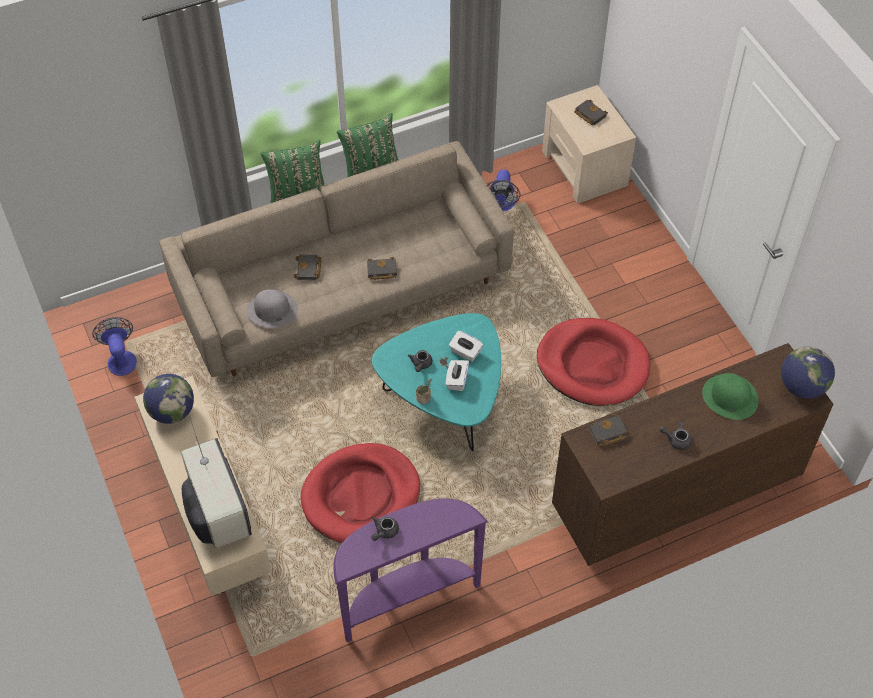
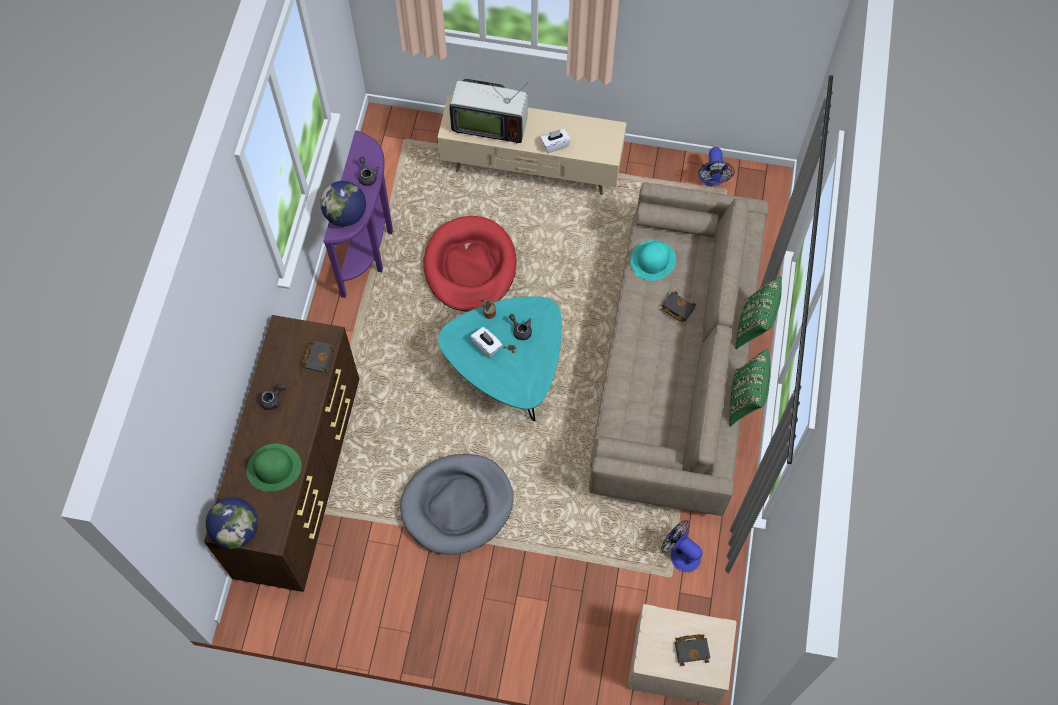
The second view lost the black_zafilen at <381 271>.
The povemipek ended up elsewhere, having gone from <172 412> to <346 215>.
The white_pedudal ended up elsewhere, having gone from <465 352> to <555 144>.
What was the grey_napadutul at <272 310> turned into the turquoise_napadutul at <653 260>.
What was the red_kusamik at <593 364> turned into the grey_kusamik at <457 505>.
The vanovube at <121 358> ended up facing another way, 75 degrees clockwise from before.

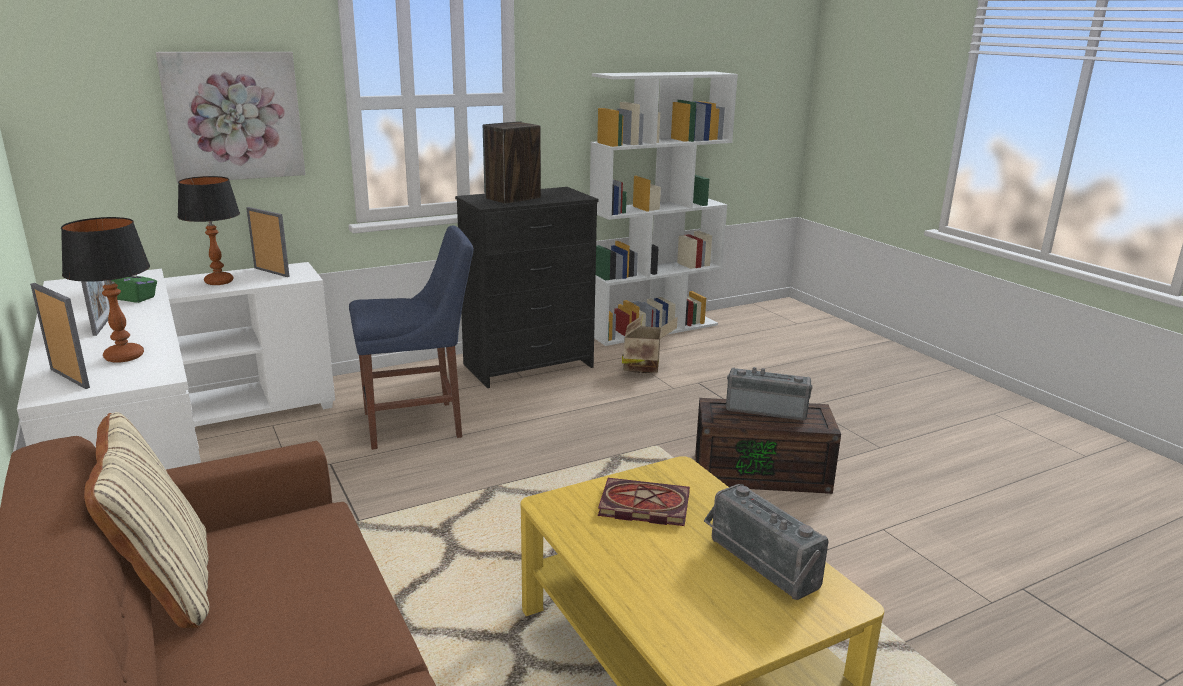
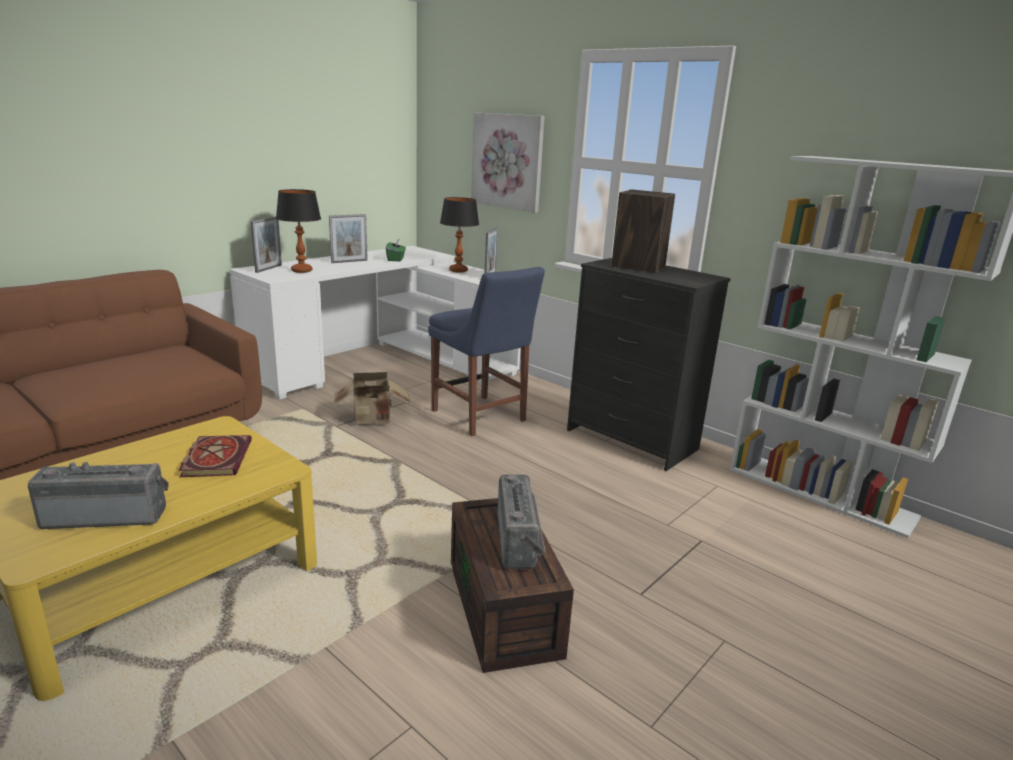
The second view lost the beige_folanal at <166 586>.
The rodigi ended up elsewhere, having gone from <645 366> to <373 420>.
The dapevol at <758 566> ended up facing another way, 45 degrees clockwise from before.

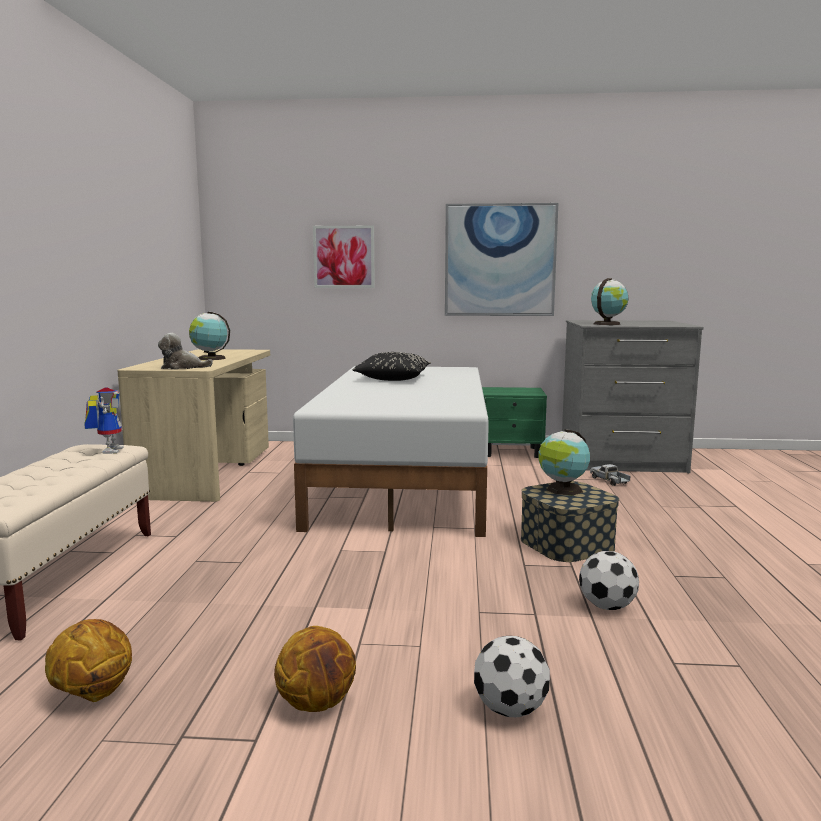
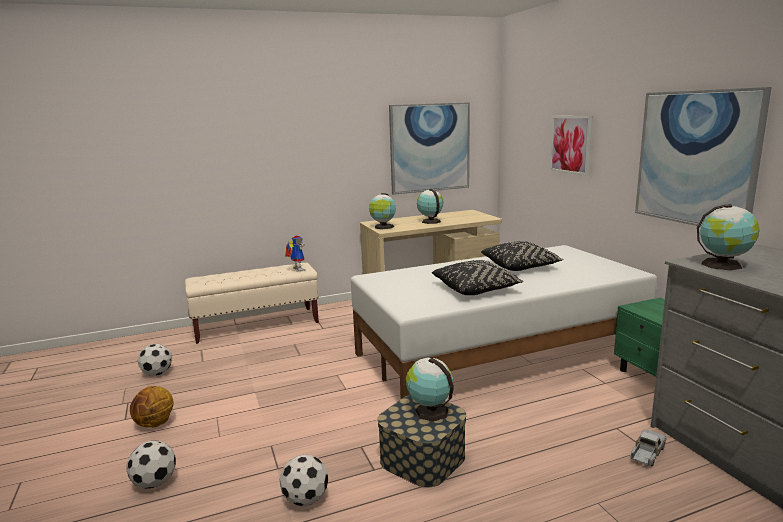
The second view gained the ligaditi at <430 148>.
The second view gained the black_folanal at <476 289>.
Where the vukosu stood at <92 694>, the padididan came to stand at <157 373>.
Where the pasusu stood at <182 367>, the povemipek came to stand at <383 227>.
The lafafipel at <109 450> ended up facing another way, 90 degrees counterclockwise from before.

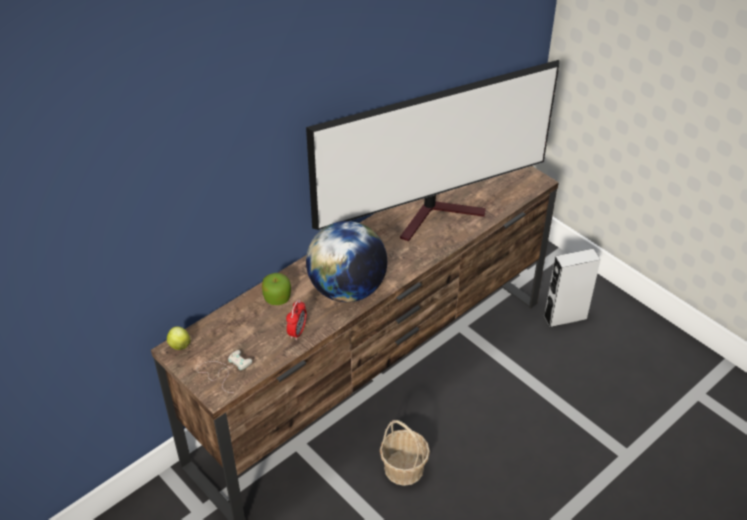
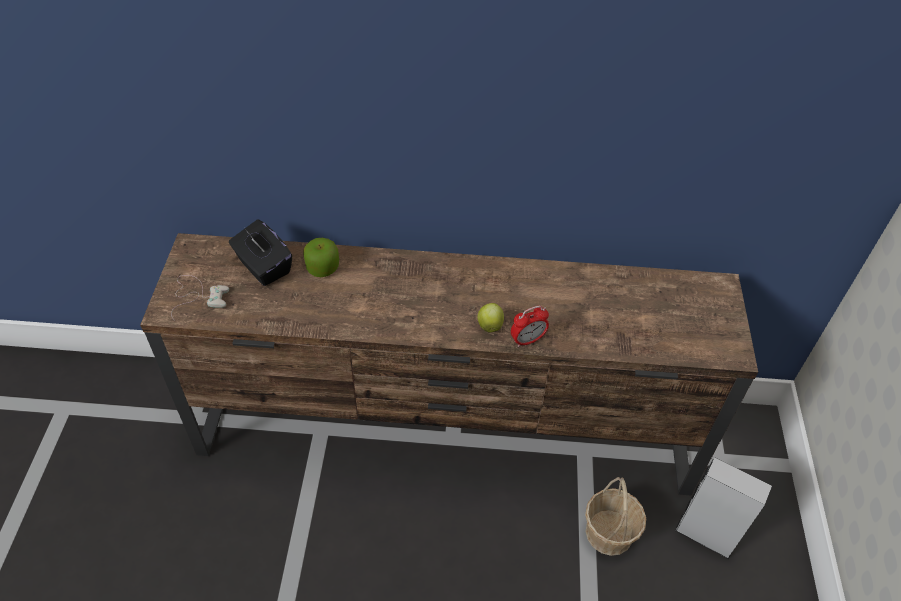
The second view lost the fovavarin at <438 214>.
The second view lost the povemipek at <347 289>.
The second view gained the black_pedudal at <263 266>.
The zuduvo ended up elsewhere, having gone from <179 345> to <490 325>.
The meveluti ended up elsewhere, having gone from <297 332> to <527 340>.
The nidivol ended up elsewhere, having gone from <404 468> to <609 532>.

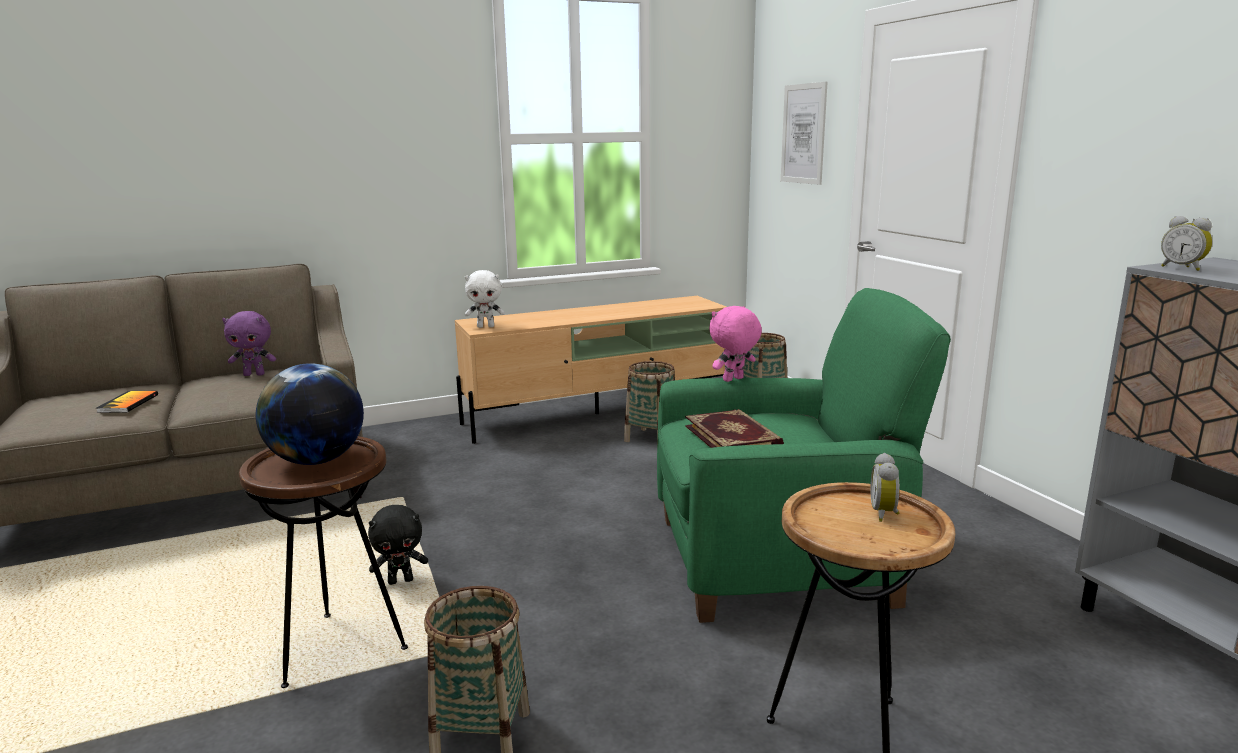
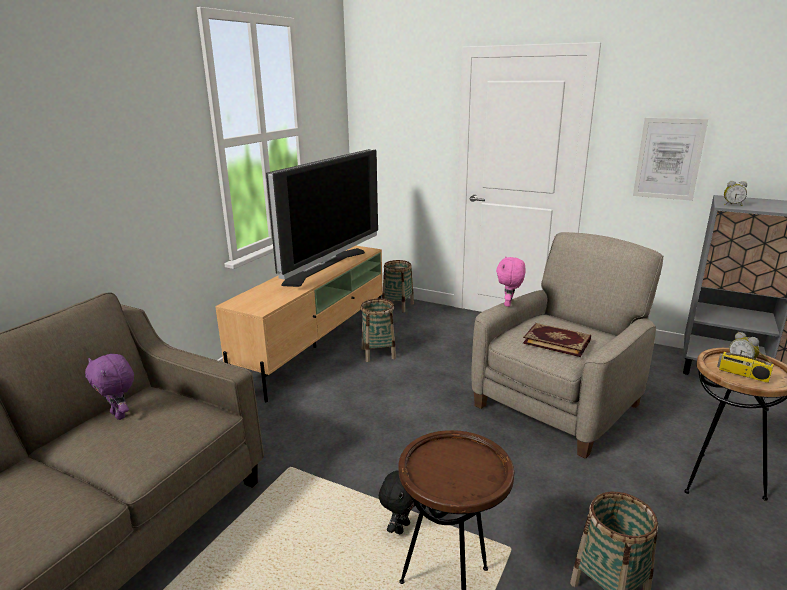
The second view lost the zafilen at <128 403>.
The second view lost the povemipek at <317 461>.
The second view lost the white_pasusu at <486 326>.
The second view gained the fovavarin at <326 266>.
The second view gained the dapevol at <742 374>.
The ligaditi ended up elsewhere, having gone from <803 134> to <668 159>.
What was the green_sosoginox at <777 560> turned into the beige_sosoginox at <558 404>.
The purple_pasusu at <254 374> ended up facing another way, 90 degrees clockwise from before.

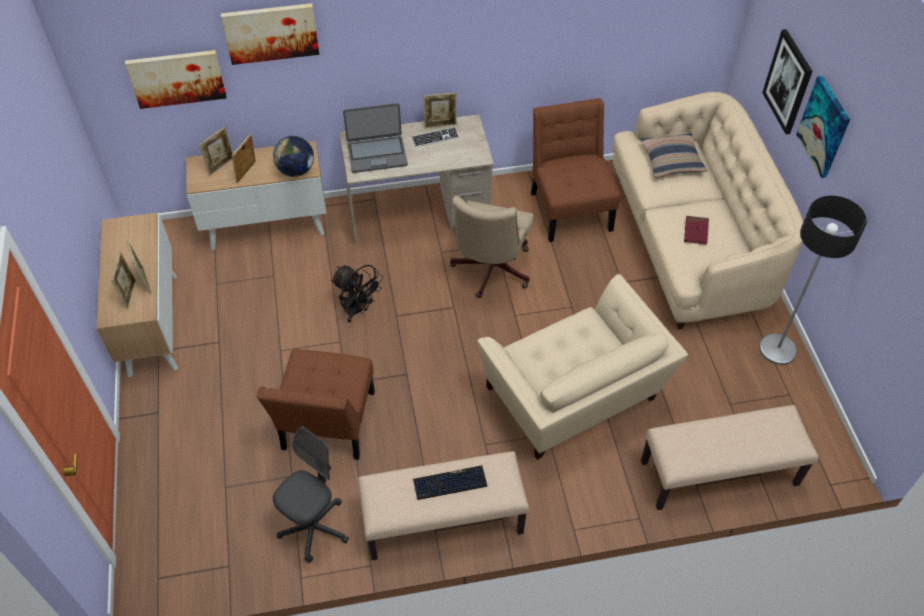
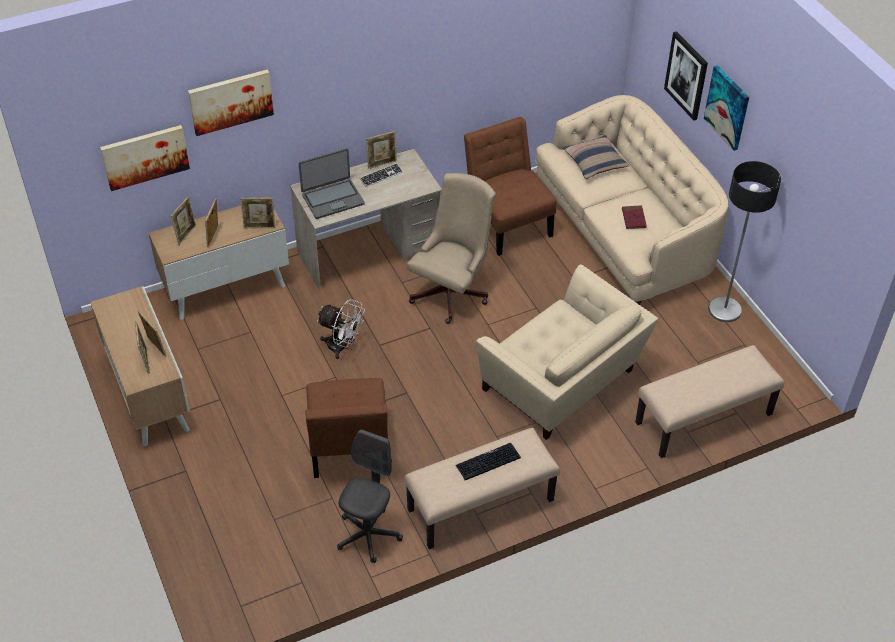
Where the povemipek stood at <296 170>, the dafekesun came to stand at <260 227>.
What was the black_vanovube at <358 310> turned into the white_vanovube at <342 347>.
The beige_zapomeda at <489 272> ended up facing another way, 150 degrees counterclockwise from before.

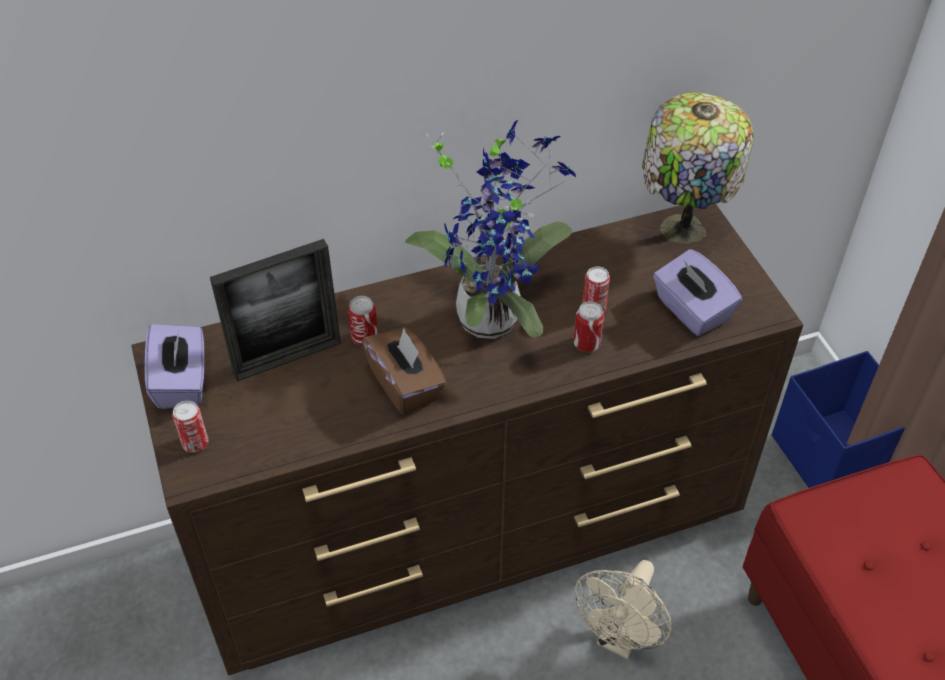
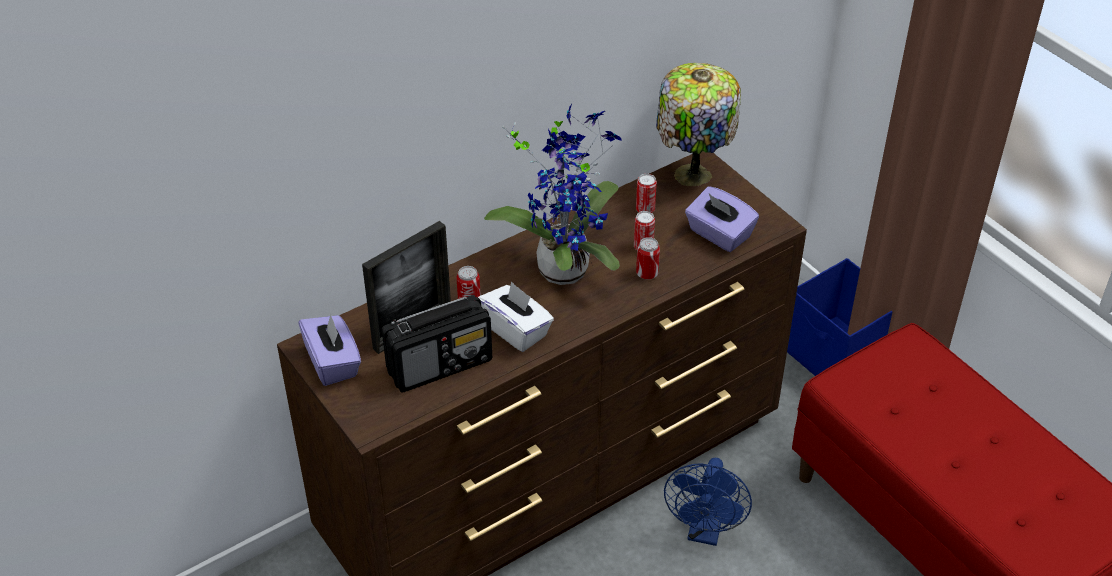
The second view gained the dapevol at <440 365>.
The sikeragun ended up elsewhere, having gone from <195 443> to <645 209>.
What was the brown_pedudal at <406 385> turned into the white_pedudal at <516 330>.
What was the beige_vanovube at <620 638> turned into the blue_vanovube at <705 531>.

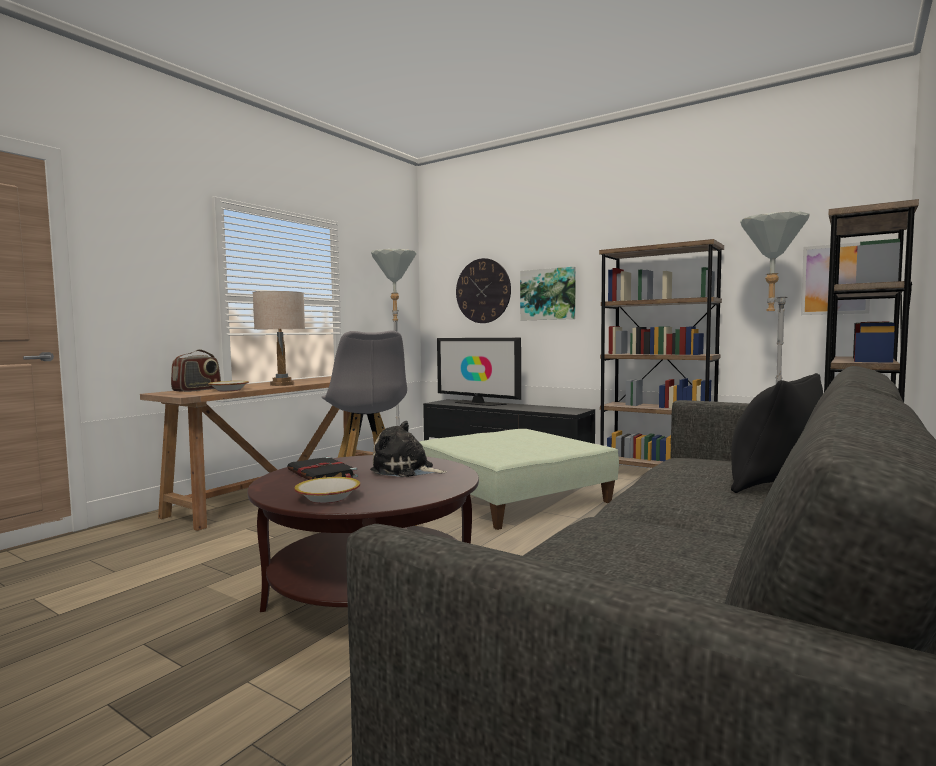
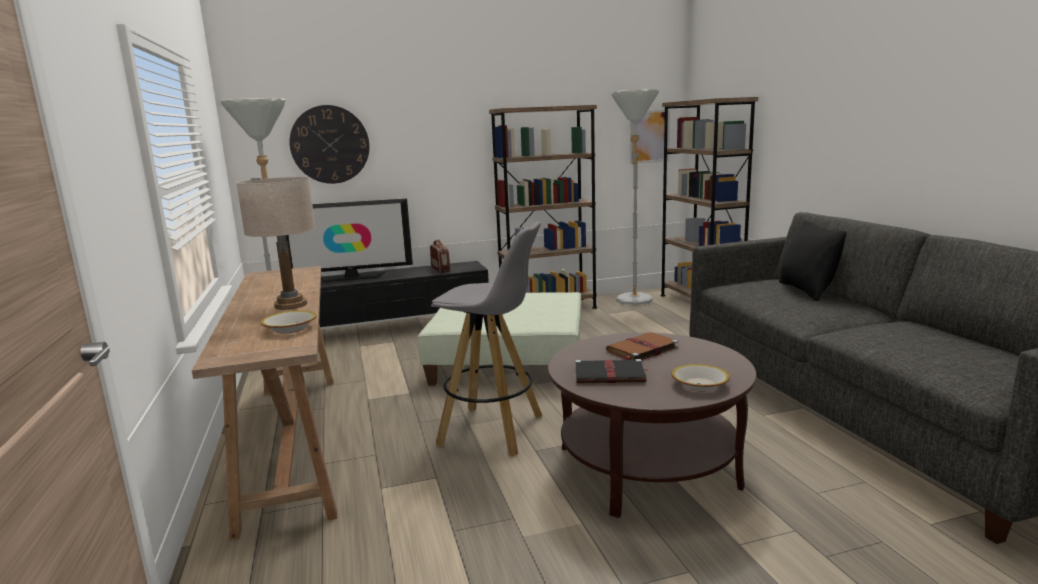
The second view lost the ligaditi at <548 294>.
The dapevol ended up elsewhere, having gone from <197 390> to <441 270>.
Where the pasusu stood at <405 470>, the brown_zafilen came to stand at <641 350>.

